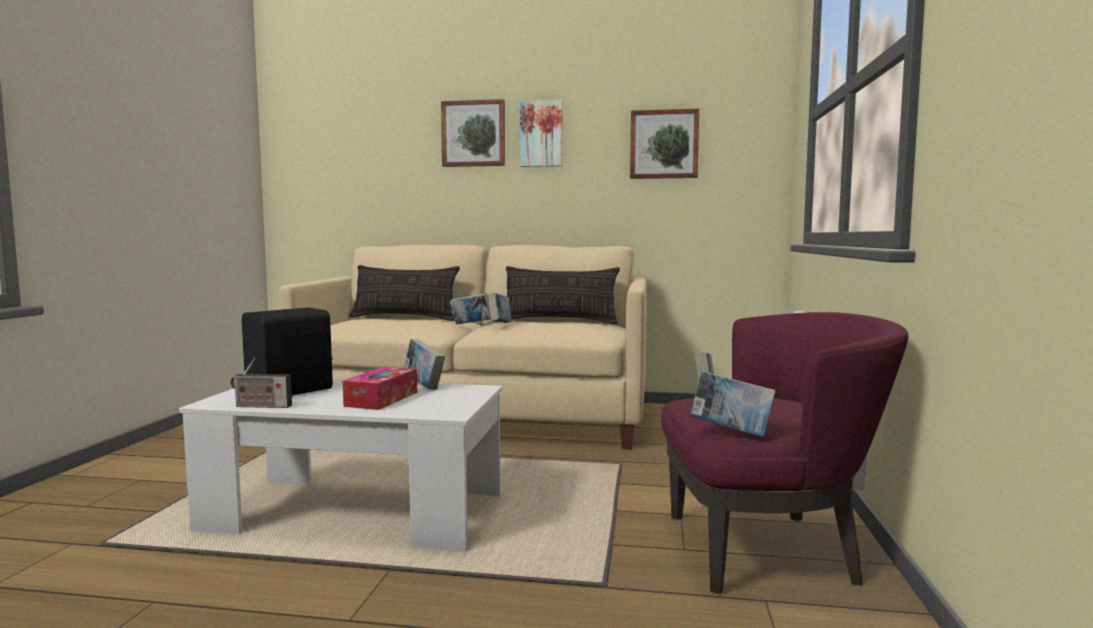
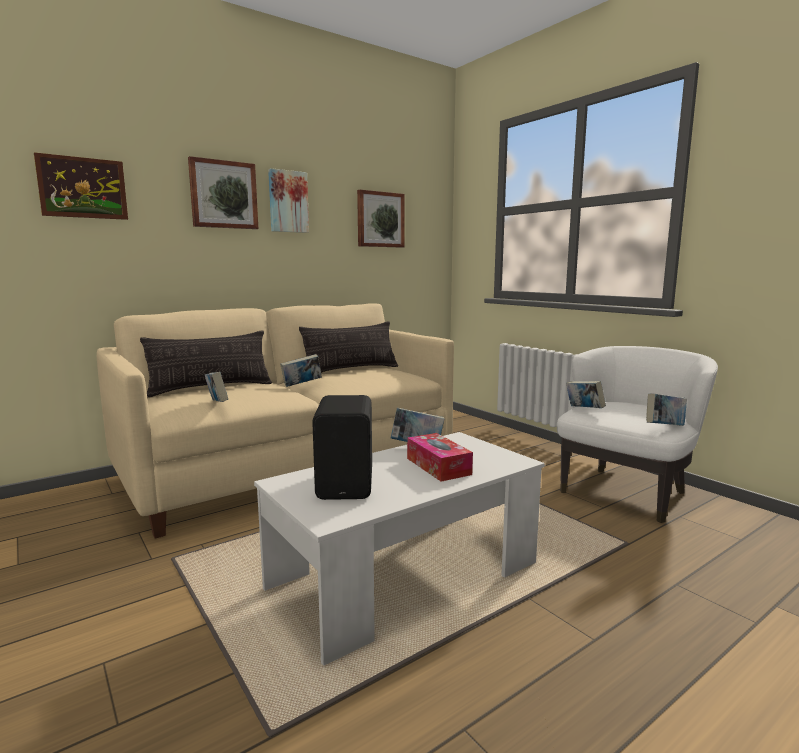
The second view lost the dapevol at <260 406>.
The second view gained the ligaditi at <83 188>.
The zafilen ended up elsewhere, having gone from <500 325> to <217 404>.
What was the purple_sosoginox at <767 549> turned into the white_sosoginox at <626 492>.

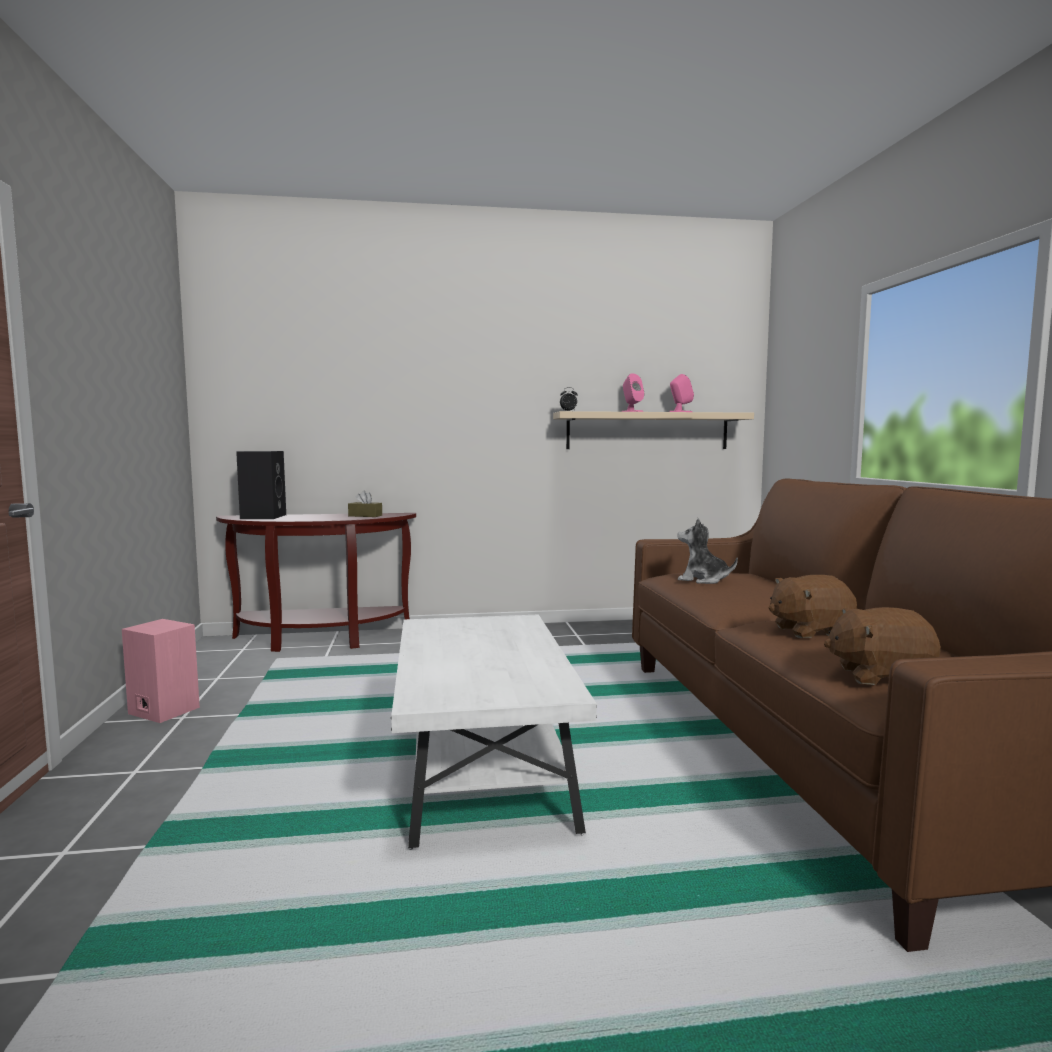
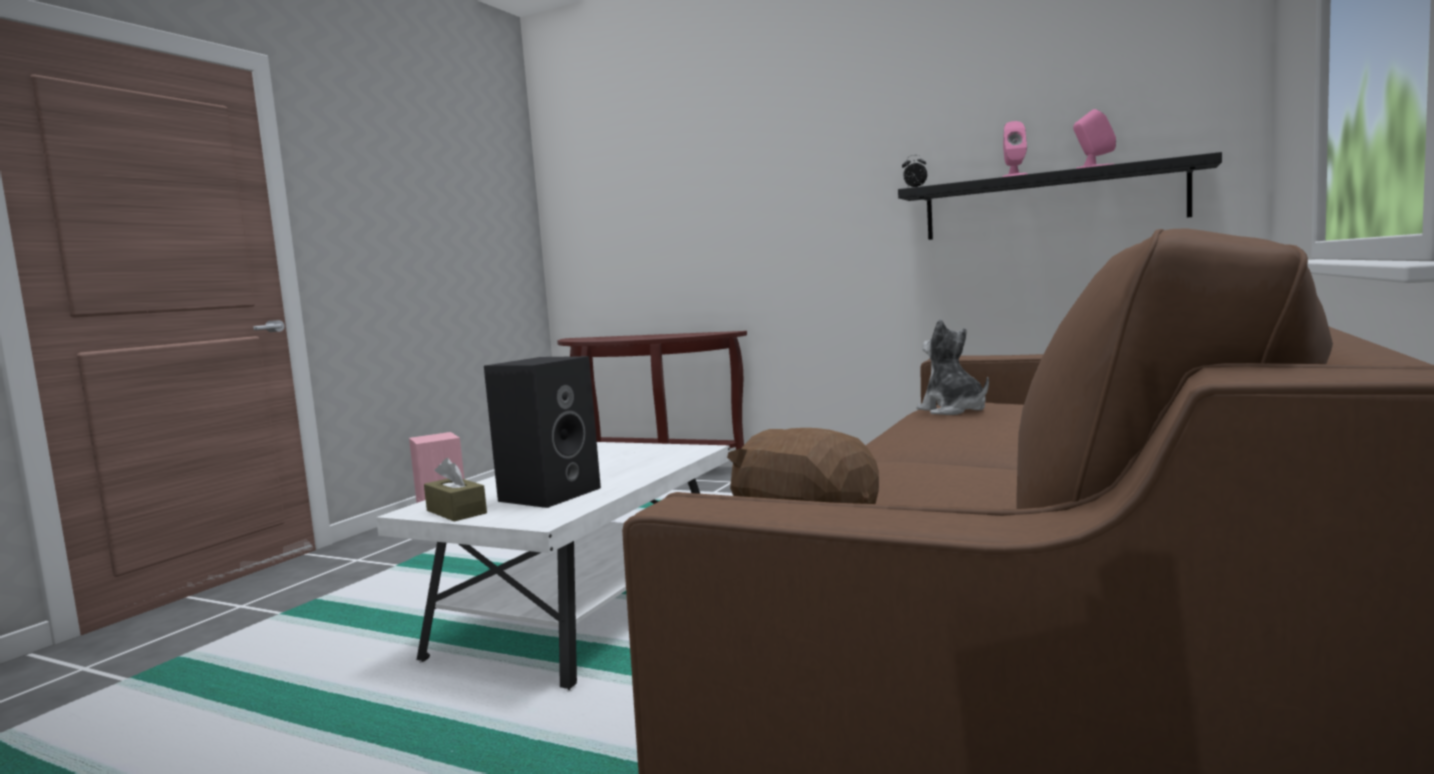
The second view lost the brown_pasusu at <809 631>.
The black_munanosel ended up elsewhere, having gone from <263 517> to <550 494>.
The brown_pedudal ended up elsewhere, having gone from <365 516> to <456 512>.
What was the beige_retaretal at <647 431> turned into the black_retaretal at <1051 202>.

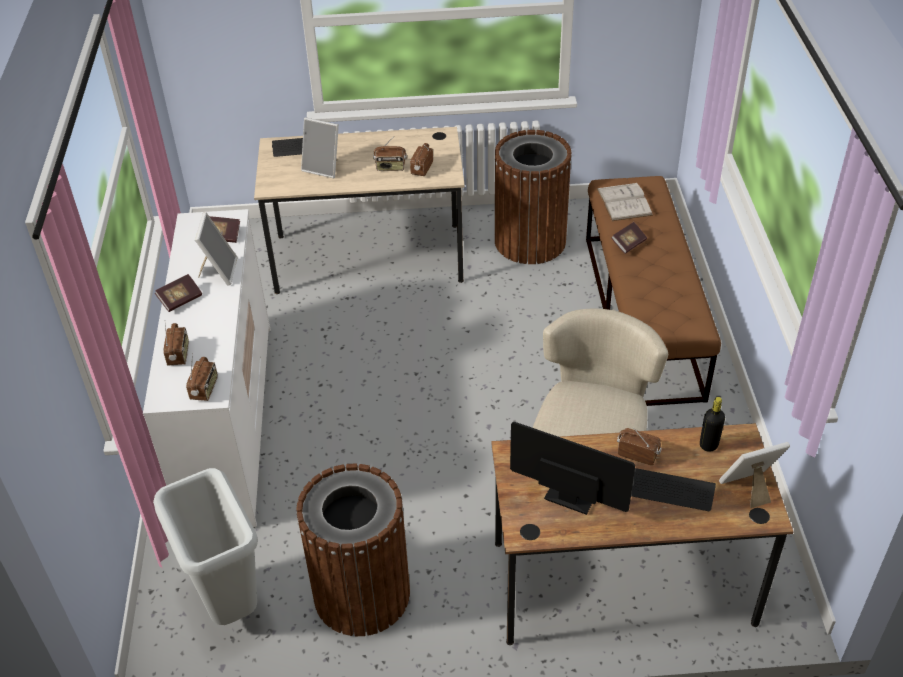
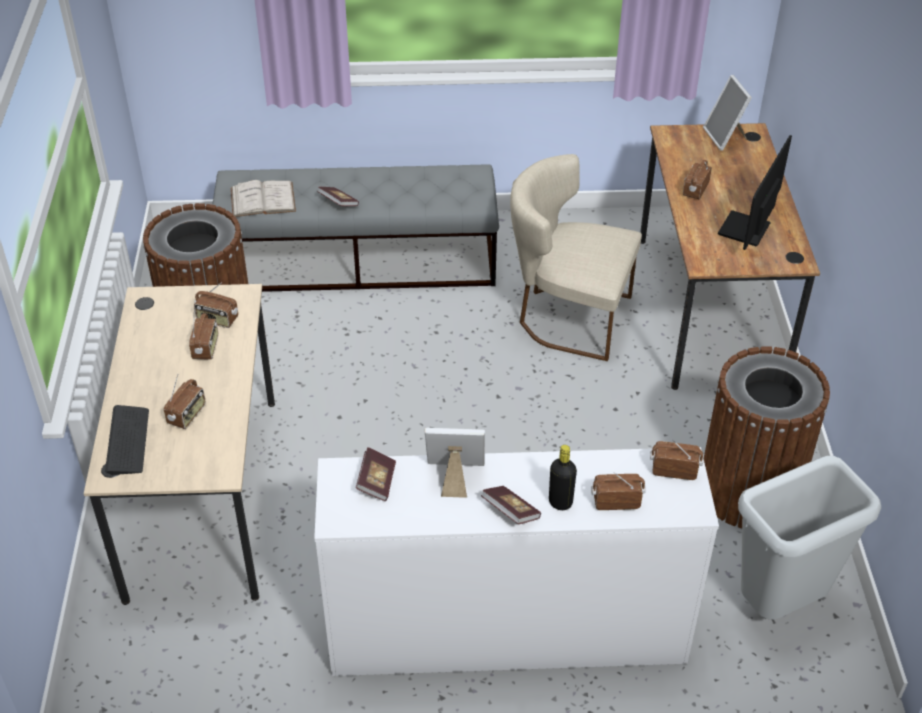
The second view lost the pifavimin at <671 491>.
The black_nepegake ended up elsewhere, having gone from <708 445> to <560 502>.
Where the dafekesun stood at <323 168>, the dapevol came to stand at <187 415>.
What was the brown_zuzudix at <642 315> turned into the grey_zuzudix at <360 262>.

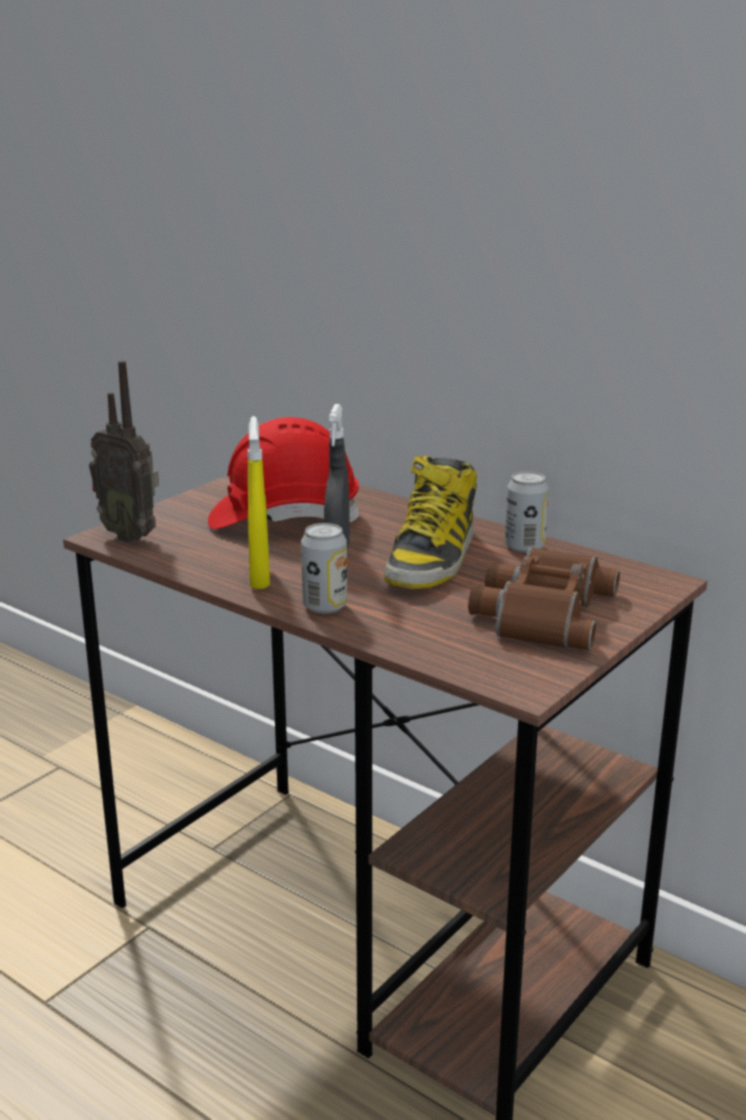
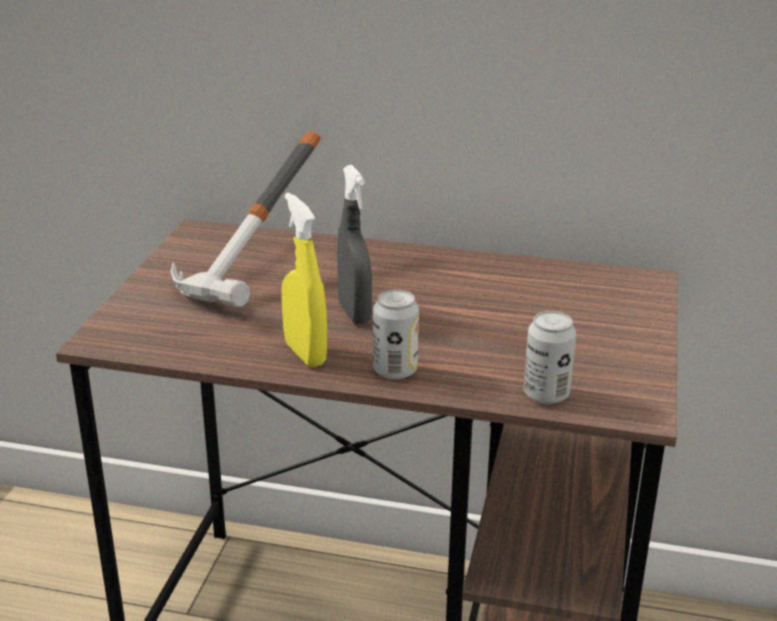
The second view lost the dapevol at <131 535>.
The second view lost the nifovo at <432 558>.
The second view lost the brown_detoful at <540 611>.
The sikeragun ended up elsewhere, having gone from <524 547> to <546 394>.
Where the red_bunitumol stood at <283 518>, the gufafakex came to stand at <264 282>.

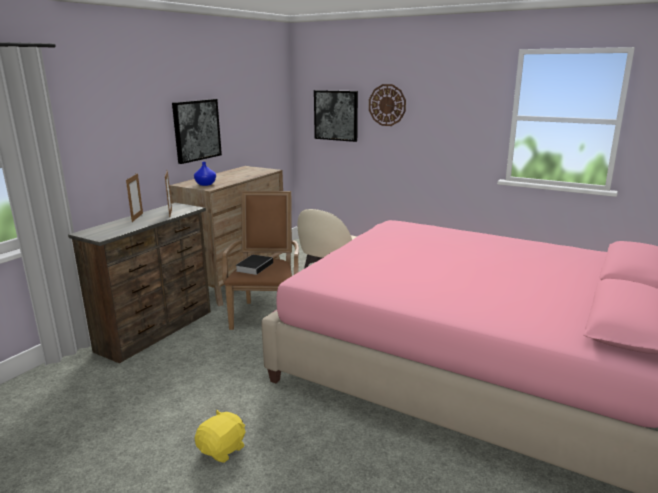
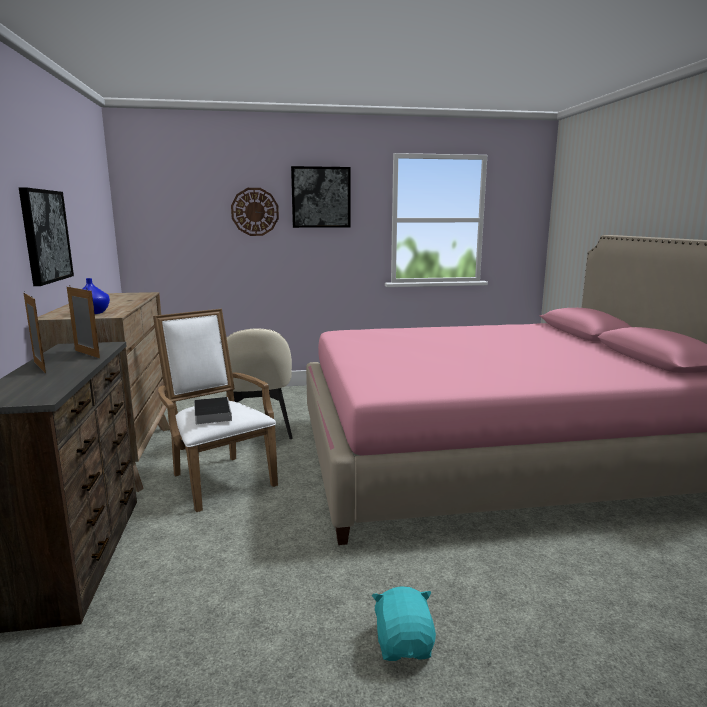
The ligaditi ended up elsewhere, having gone from <336 115> to <321 197>.
What was the yellow_pasusu at <223 449> turned into the turquoise_pasusu at <404 644>.
What was the brown_sosoginox at <266 313> turned into the white_sosoginox at <218 478>.

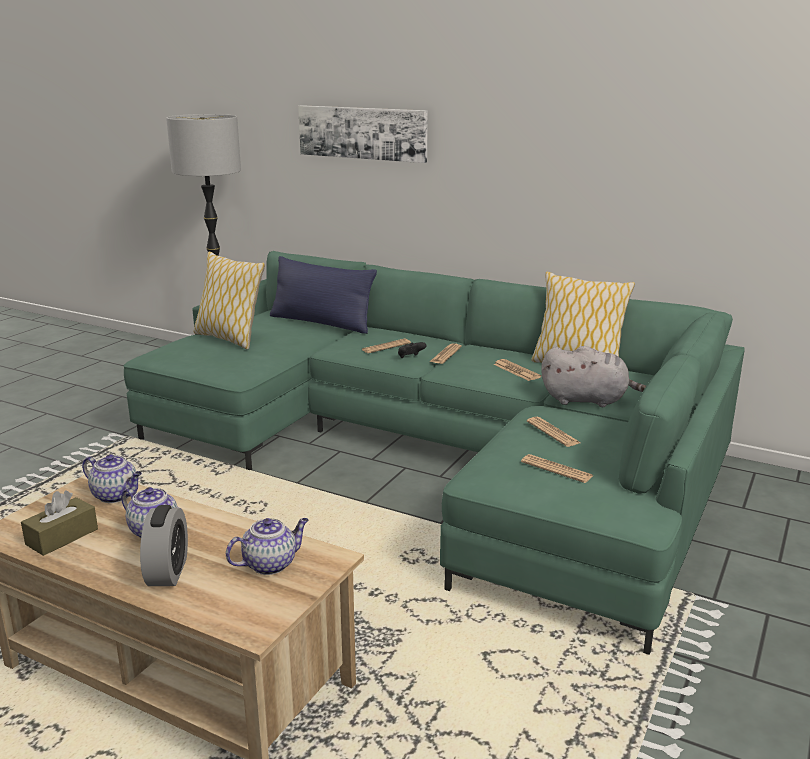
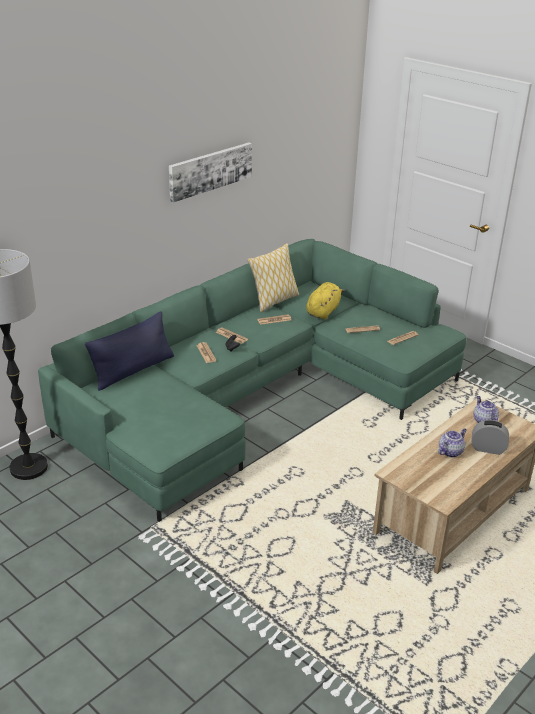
The second view lost the brown_pedudal at <62 537>.
The second view lost the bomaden at <116 495>.
The second view lost the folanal at <229 338>.
The ligaditi ended up elsewhere, having gone from <363 133> to <210 170>.
What was the grey_pasusu at <587 400> turned into the yellow_pasusu at <323 311>.

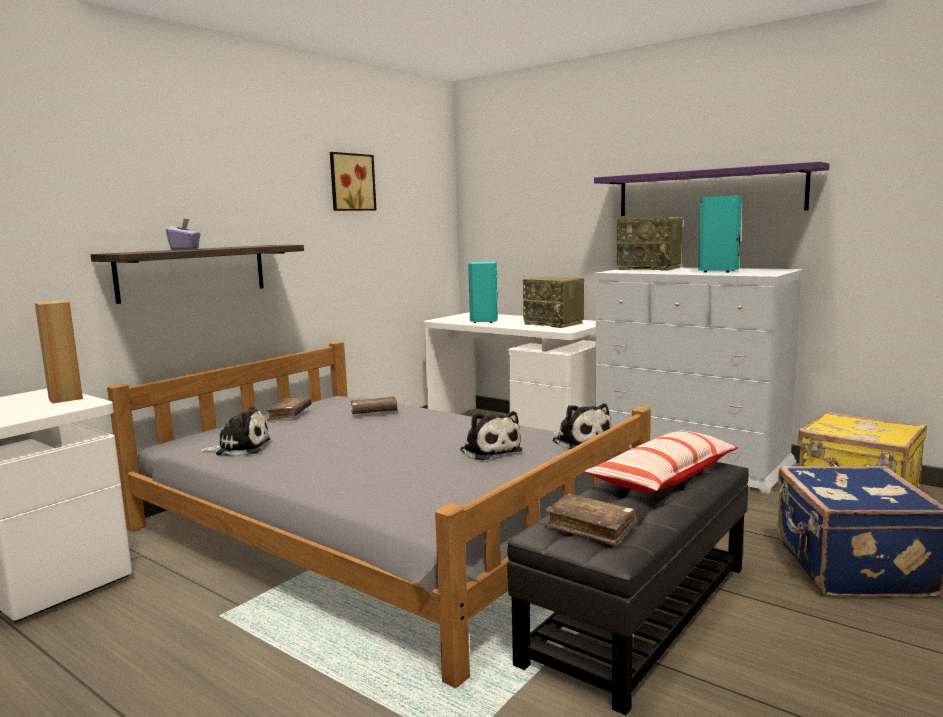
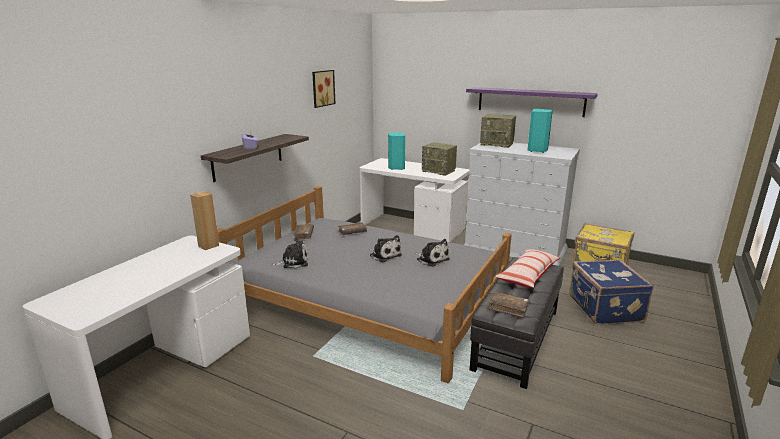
The pasusu ended up elsewhere, having gone from <580 441> to <384 255>.

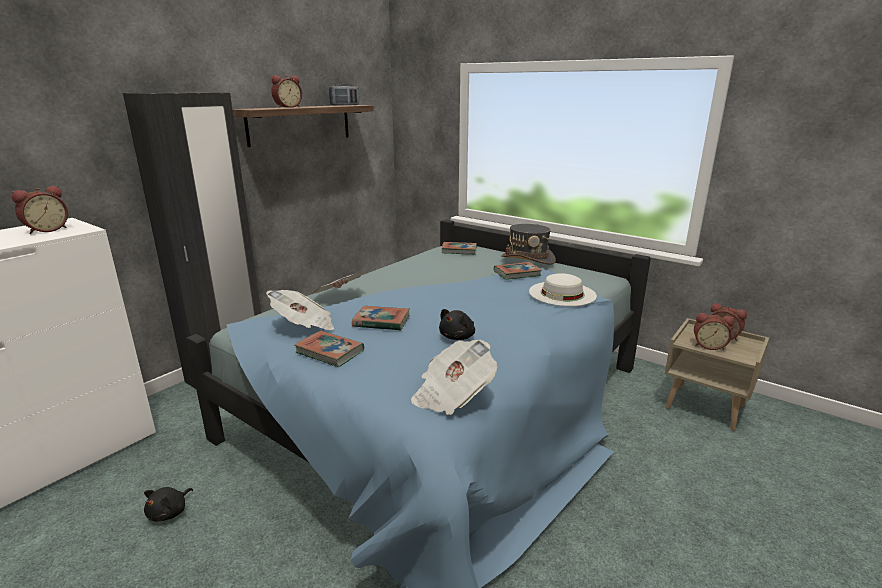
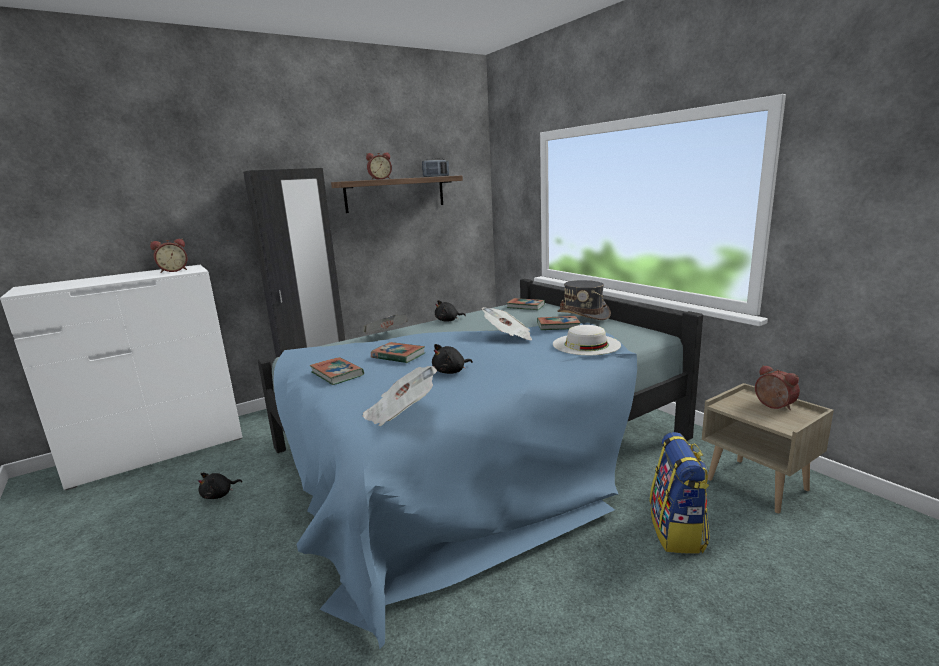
The second view lost the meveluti at <708 345>.
The second view gained the black_pasusu at <448 320>.
The second view gained the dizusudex at <678 532>.
The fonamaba ended up elsewhere, having gone from <304 325> to <508 337>.

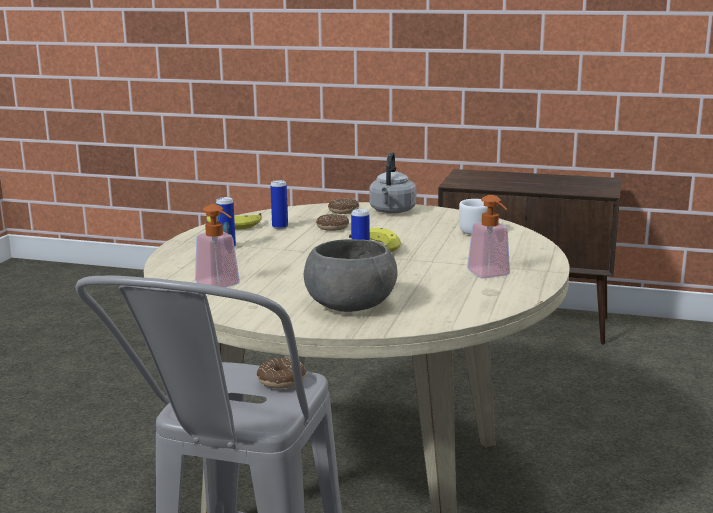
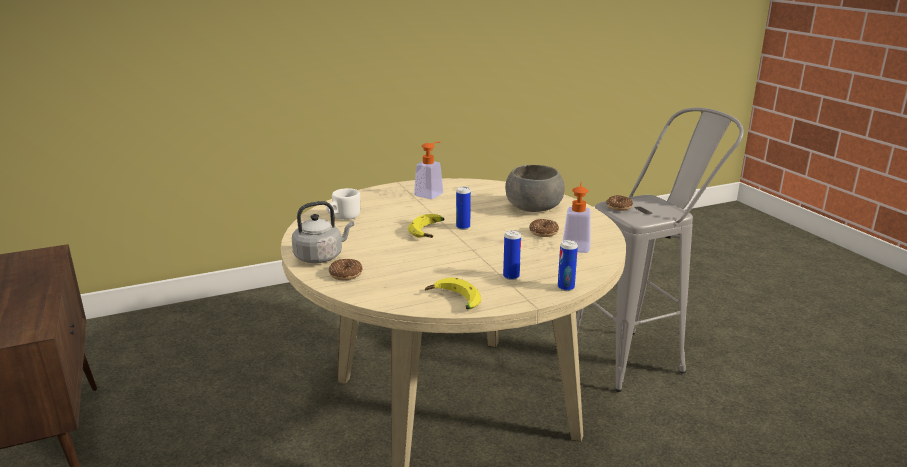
The sikeragun ended up elsewhere, having gone from <280 227> to <566 288>.
The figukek ended up elsewhere, having gone from <332 227> to <543 232>.

